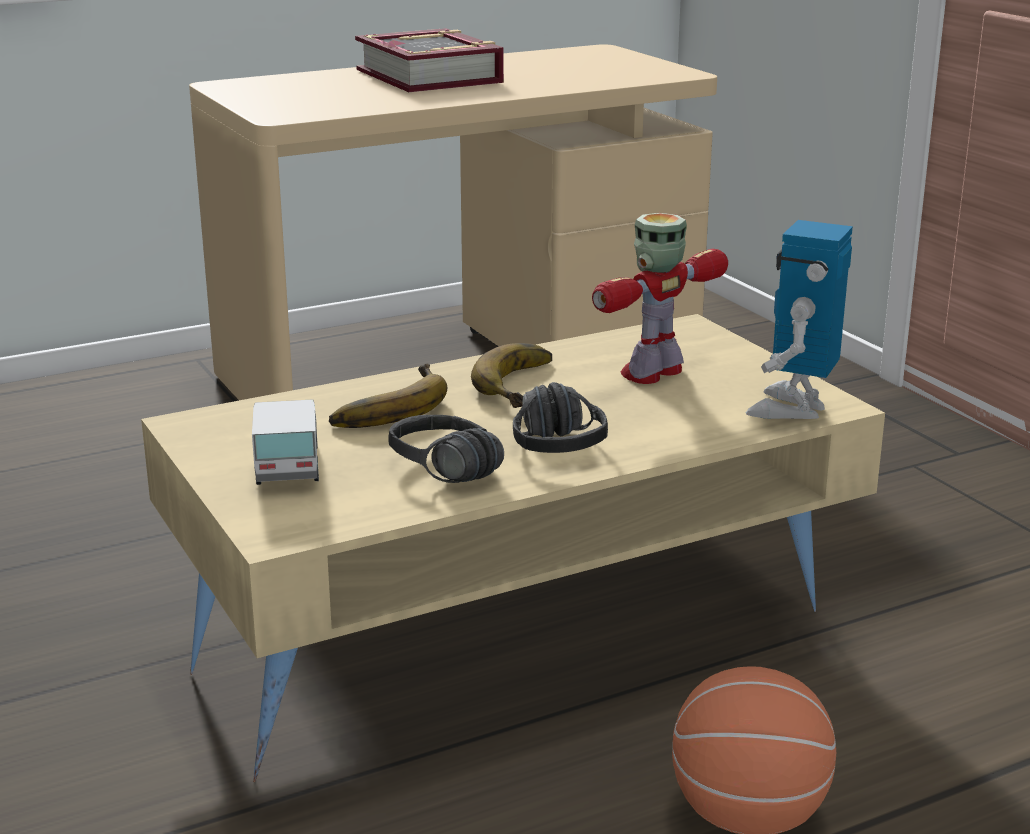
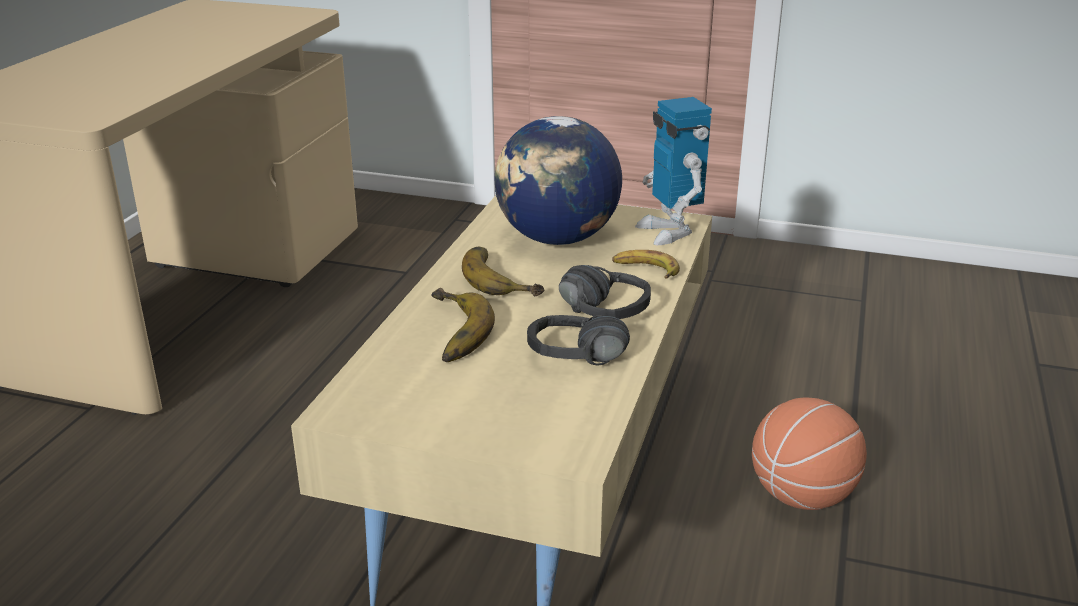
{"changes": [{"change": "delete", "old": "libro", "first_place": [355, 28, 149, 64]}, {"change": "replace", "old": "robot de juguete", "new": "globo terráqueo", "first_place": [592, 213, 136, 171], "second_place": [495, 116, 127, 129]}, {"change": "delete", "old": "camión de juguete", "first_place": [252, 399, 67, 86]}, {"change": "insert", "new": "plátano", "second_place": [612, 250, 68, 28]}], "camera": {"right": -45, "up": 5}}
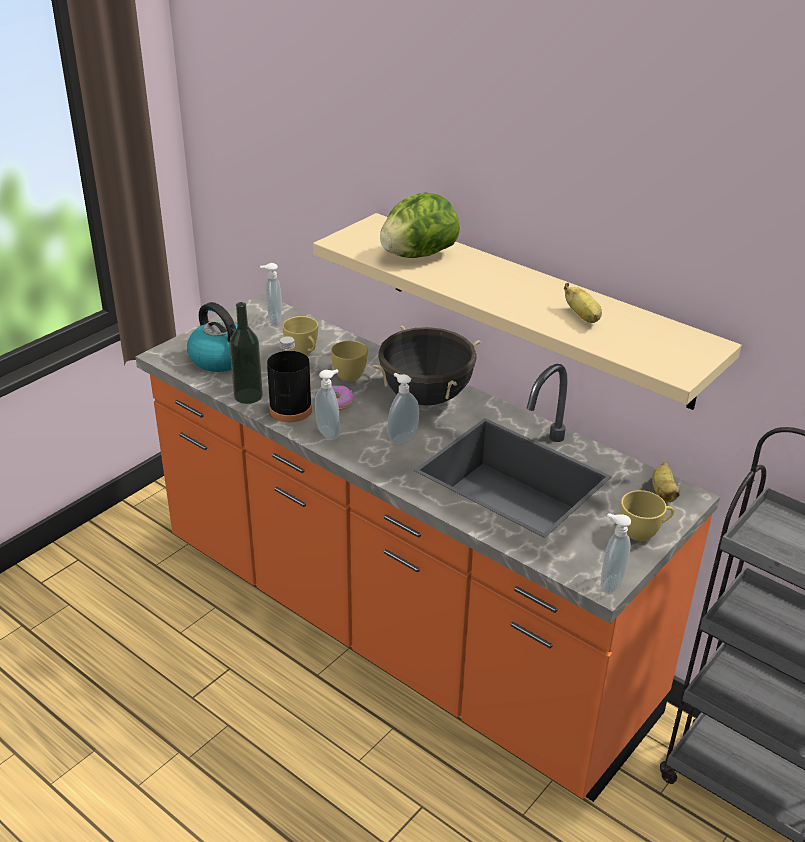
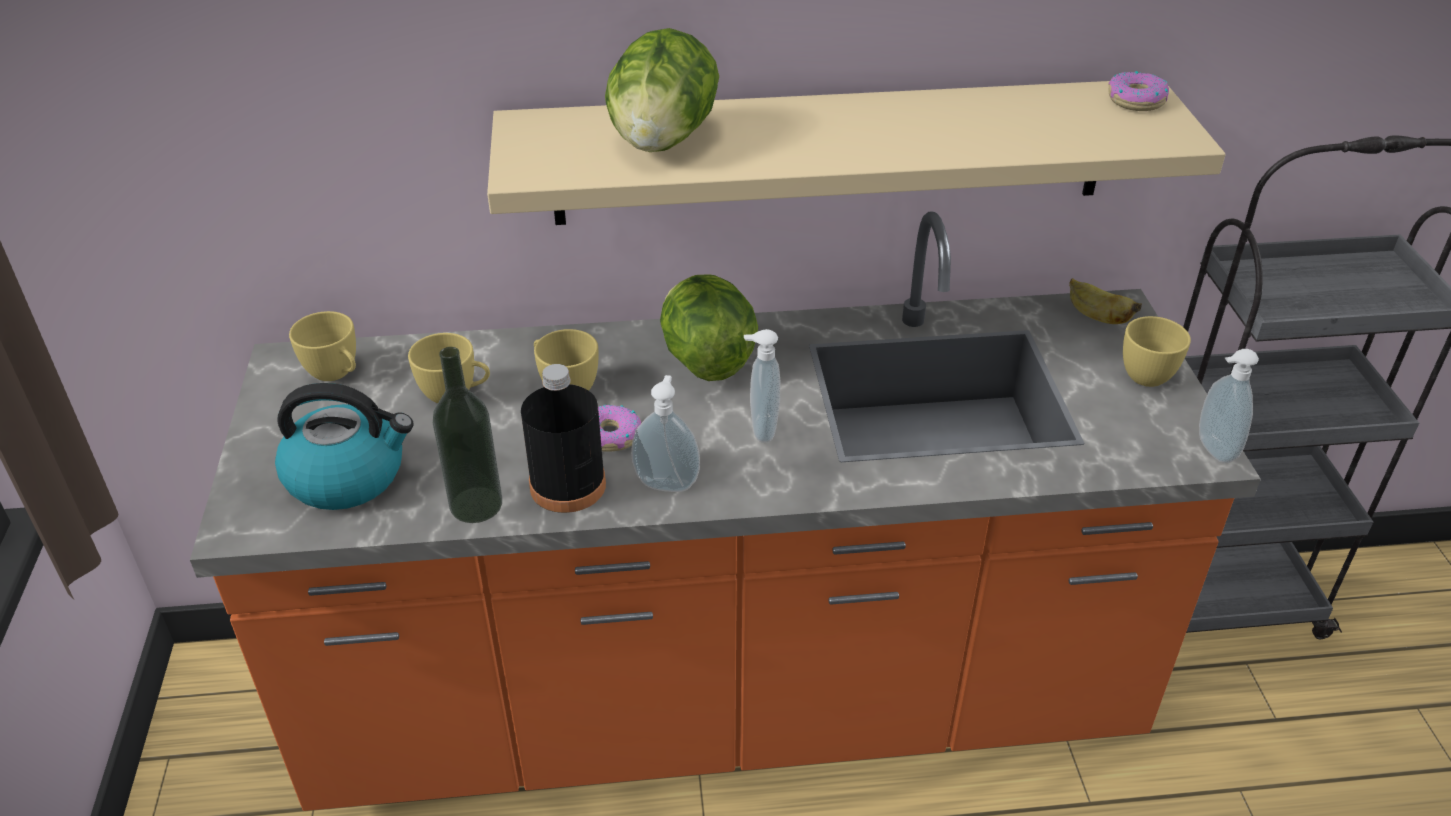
{"changes": [{"change": "replace", "old": "dispensador de jabón", "new": "taza (amarillo)", "first_place": [260, 263, 22, 62], "second_place": [289, 311, 67, 70]}, {"change": "delete", "old": "plátano", "first_place": [564, 283, 38, 40]}, {"change": "replace", "old": "olla (negro)", "new": "lechuga", "first_place": [371, 325, 110, 80], "second_place": [660, 274, 98, 107]}, {"change": "insert", "new": "rosquilla", "second_place": [1108, 71, 61, 40]}], "camera": {"right": -45, "up": 5}}
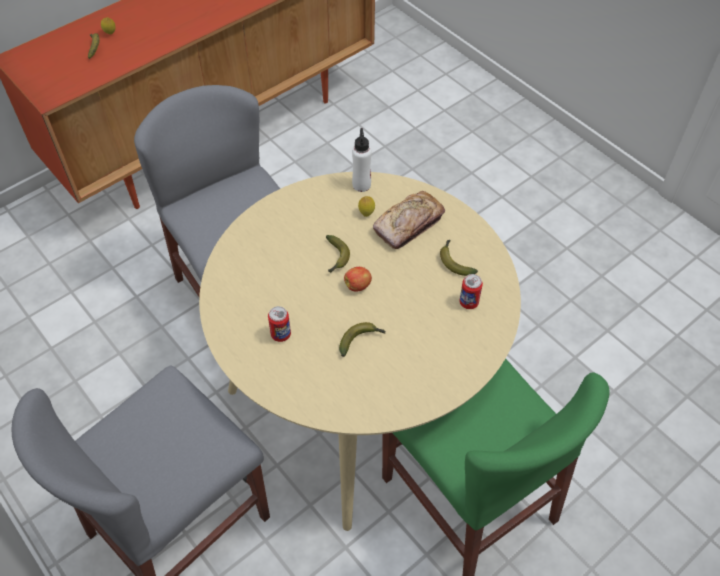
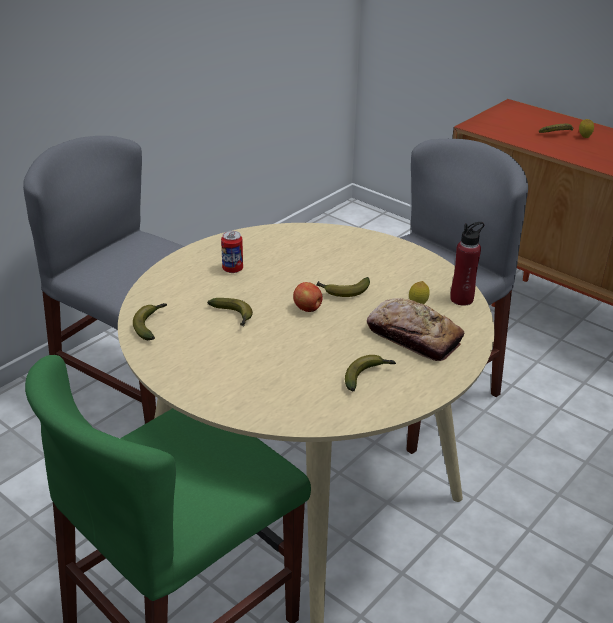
{"changes": [{"change": "recolor", "old": "botella (blanco)", "new": "botella (rojo)", "first_place": [352, 128, 20, 64], "second_place": [450, 222, 34, 84]}, {"change": "delete", "old": "lata", "first_place": [459, 274, 24, 35]}, {"change": "insert", "new": "plátano", "second_place": [133, 303, 34, 37]}], "camera": {"right": 80, "up": -20}}
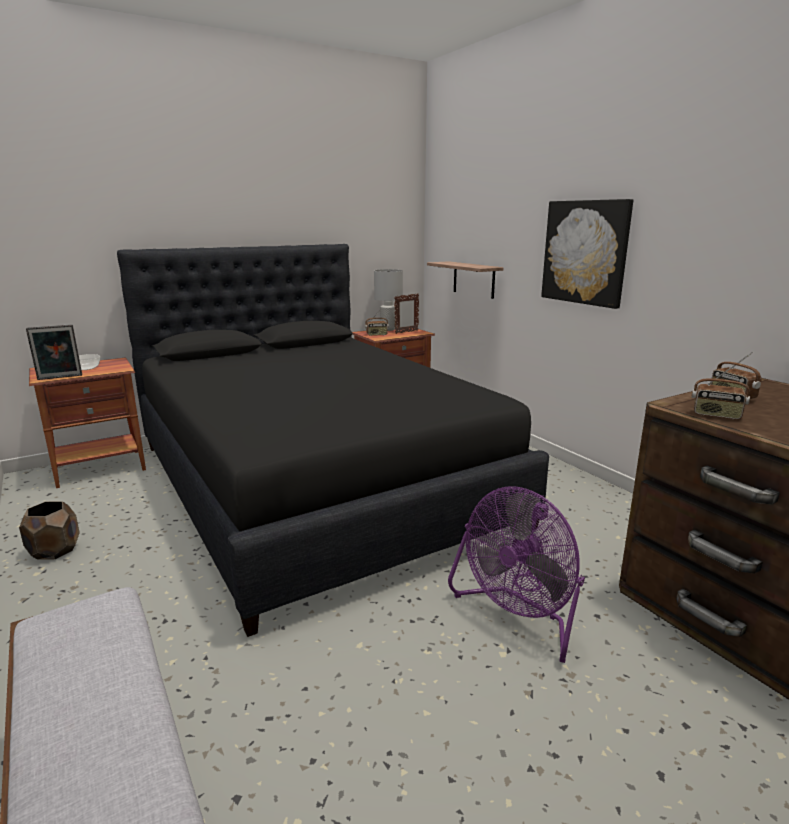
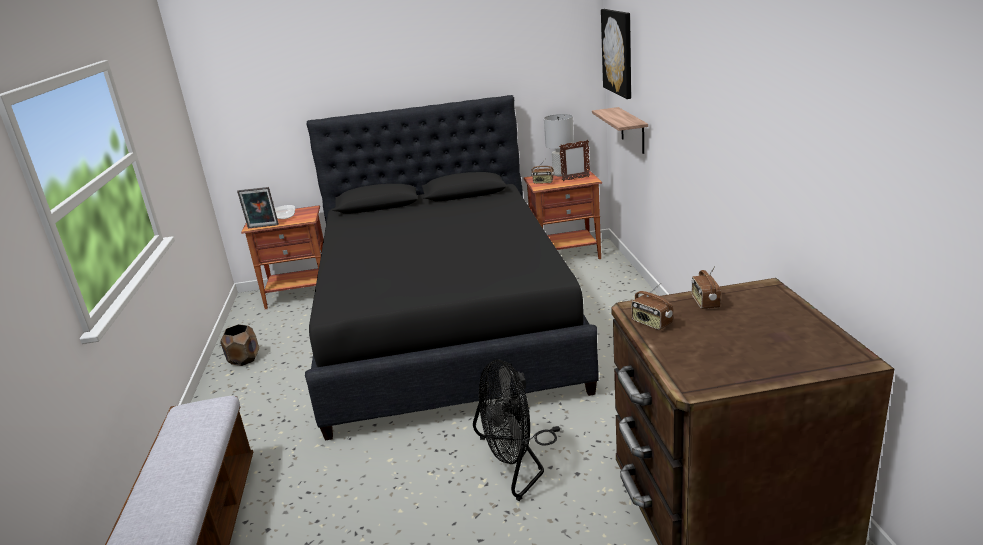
{"changes": [{"change": "move", "old": "cuadro", "first_place": [541, 199, 92, 110], "second_place": [601, 9, 30, 90]}, {"change": "recolor", "old": "ventilador (morado)", "new": "ventilador (negro)", "first_place": [448, 486, 137, 177], "second_place": [473, 359, 87, 142]}], "camera": {"right": 25, "up": 5}}
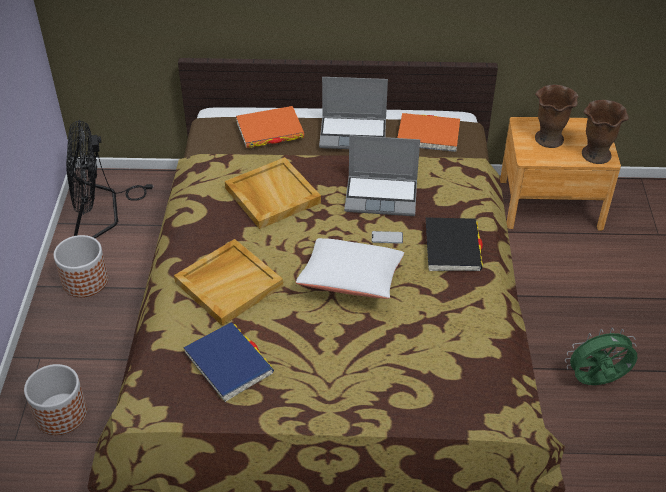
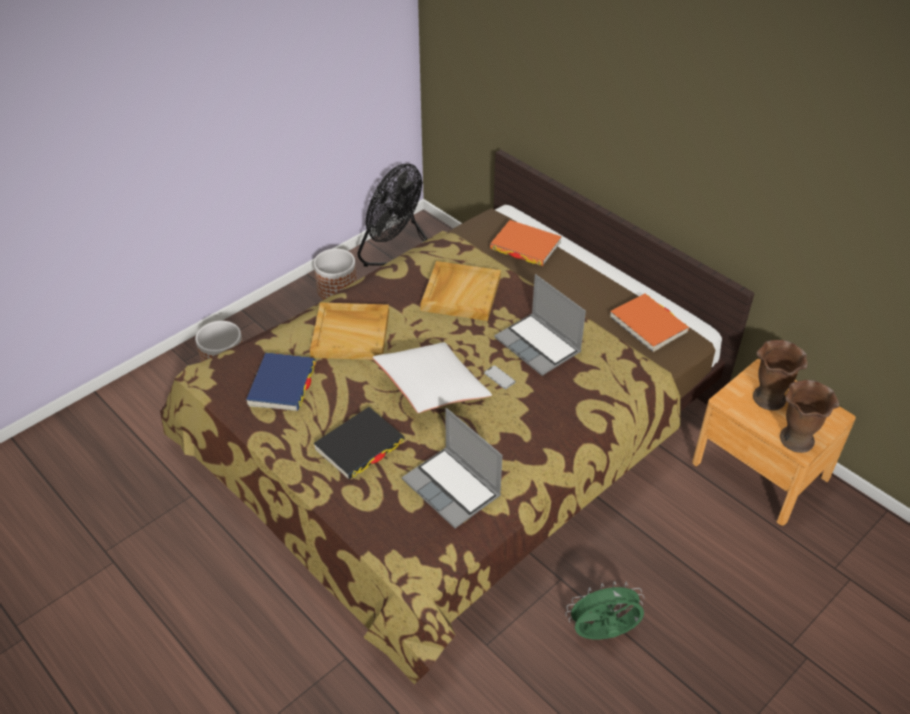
{"changes": [{"change": "move", "old": "portátil", "first_place": [319, 77, 69, 72], "second_place": [402, 408, 101, 121]}, {"change": "move", "old": "libro (negro)", "first_place": [426, 217, 57, 54], "second_place": [314, 407, 91, 72]}, {"change": "rotate", "old": "ventilador (verde)", "first_place": [565, 328, 72, 57], "second_place": [565, 581, 80, 58], "degrees": -45}], "camera": {"right": 45, "up": 0}}
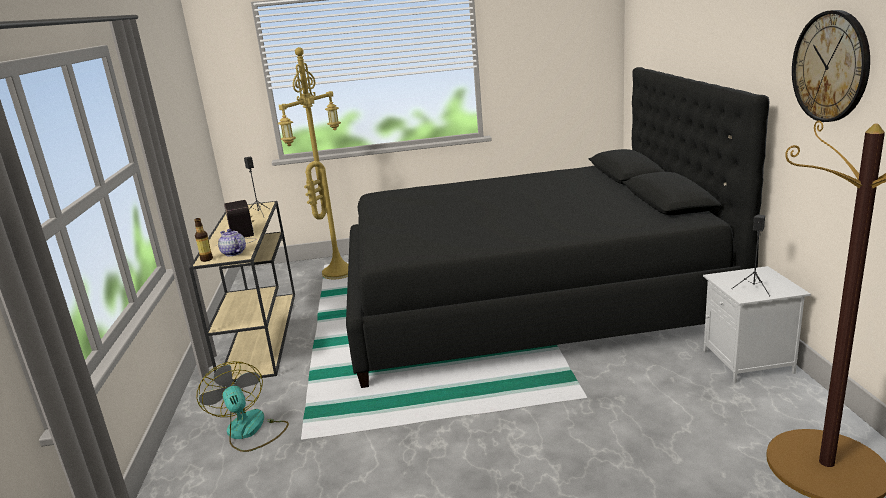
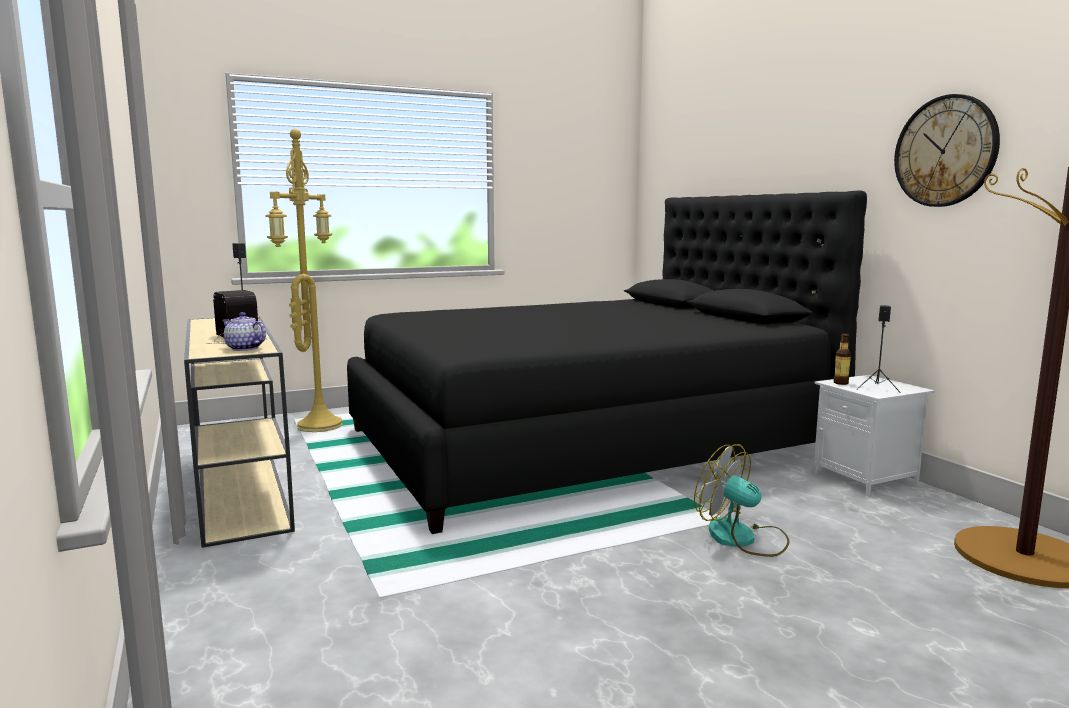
{"changes": [{"change": "move", "old": "botella", "first_place": [194, 218, 19, 44], "second_place": [834, 333, 17, 52]}, {"change": "move", "old": "ventilador", "first_place": [197, 361, 92, 91], "second_place": [694, 444, 95, 113]}], "camera": {"right": -20, "up": -10}}
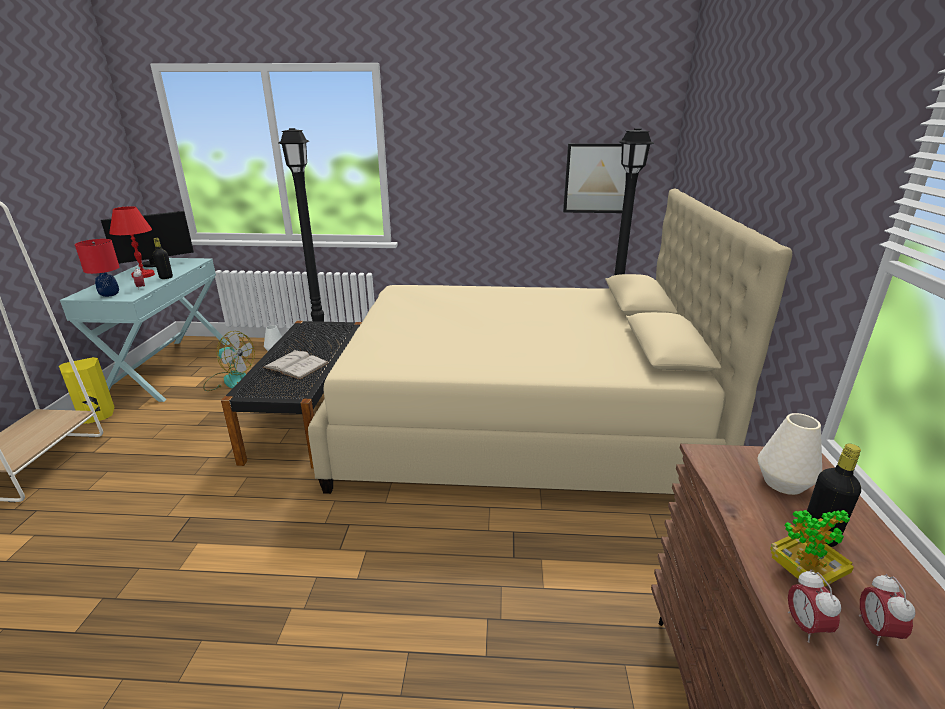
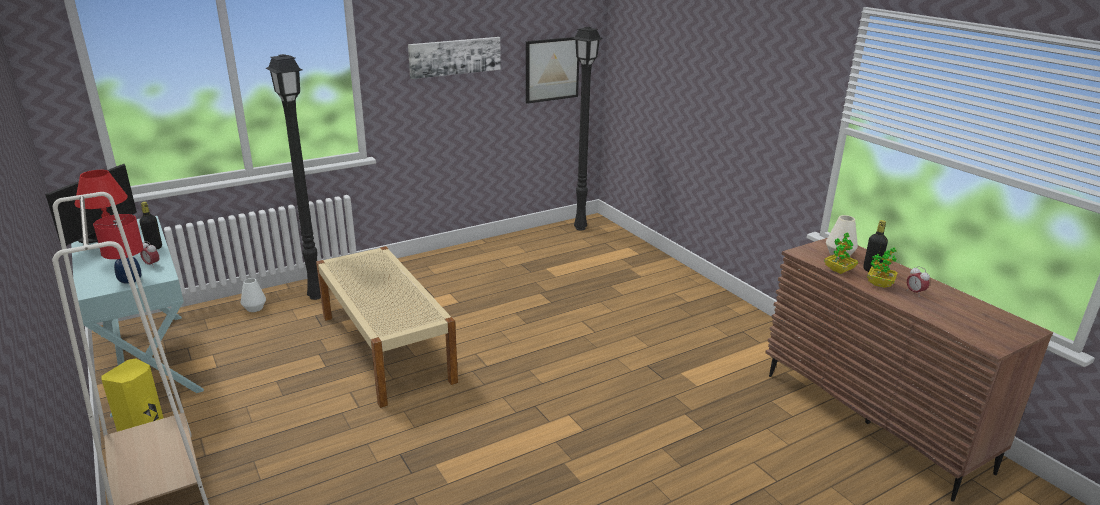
{"changes": [{"change": "delete", "old": "cama (beis)", "first_place": [308, 189, 484, 305]}, {"change": "recolor", "old": "banco (negro)", "new": "banco (beis)", "first_place": [221, 321, 141, 148], "second_place": [316, 246, 142, 162]}, {"change": "delete", "old": "ventilador", "first_place": [203, 331, 52, 60]}, {"change": "delete", "old": "libro (blanco)", "first_place": [263, 350, 66, 30]}, {"change": "delete", "old": "despertador", "first_place": [788, 570, 54, 73]}, {"change": "insert", "new": "cuadro", "second_place": [408, 37, 93, 42]}, {"change": "insert", "new": "planta en maceta", "second_place": [824, 233, 34, 41]}], "camera": {"right": -35, "up": 0}}
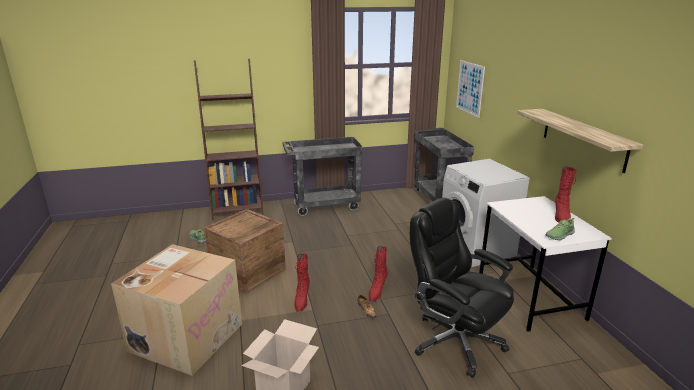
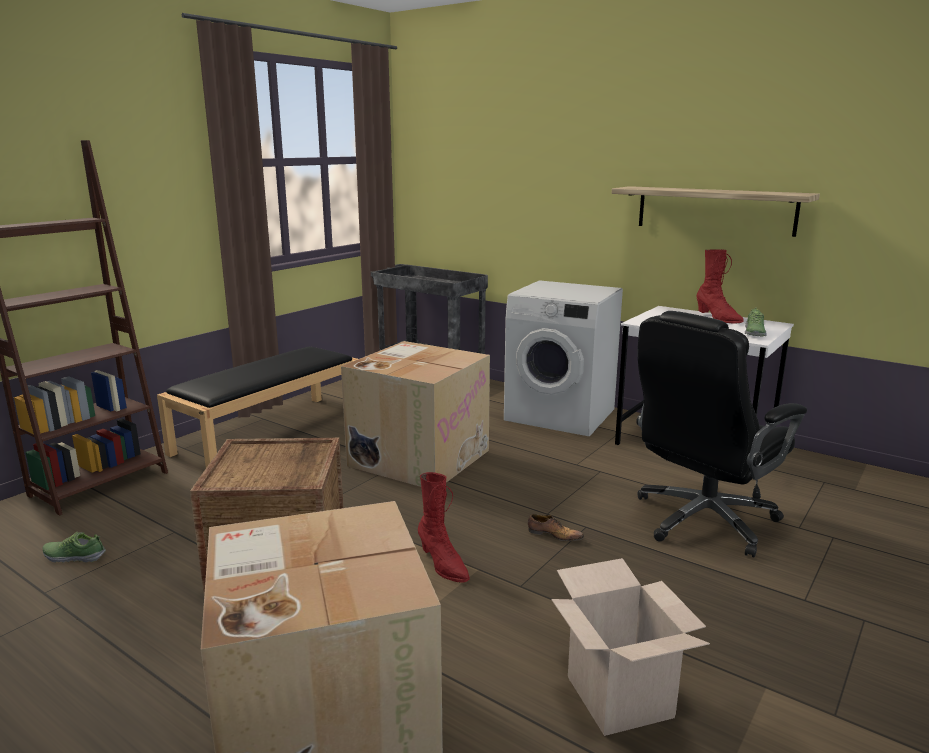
{"changes": [{"change": "delete", "old": "cuadro", "first_place": [456, 60, 29, 58]}, {"change": "replace", "old": "carrito (gris)", "new": "banco (negro)", "first_place": [283, 137, 79, 79], "second_place": [157, 347, 201, 121]}, {"change": "rotate", "old": "silla de oficina (negro)", "first_place": [410, 198, 104, 180], "second_place": [636, 311, 171, 247], "degrees": -45}, {"change": "delete", "old": "bota (rojo)", "first_place": [369, 246, 19, 55]}, {"change": "insert", "new": "caja de cartón", "second_place": [341, 341, 149, 146]}], "camera": {"right": -40, "up": -5}}
